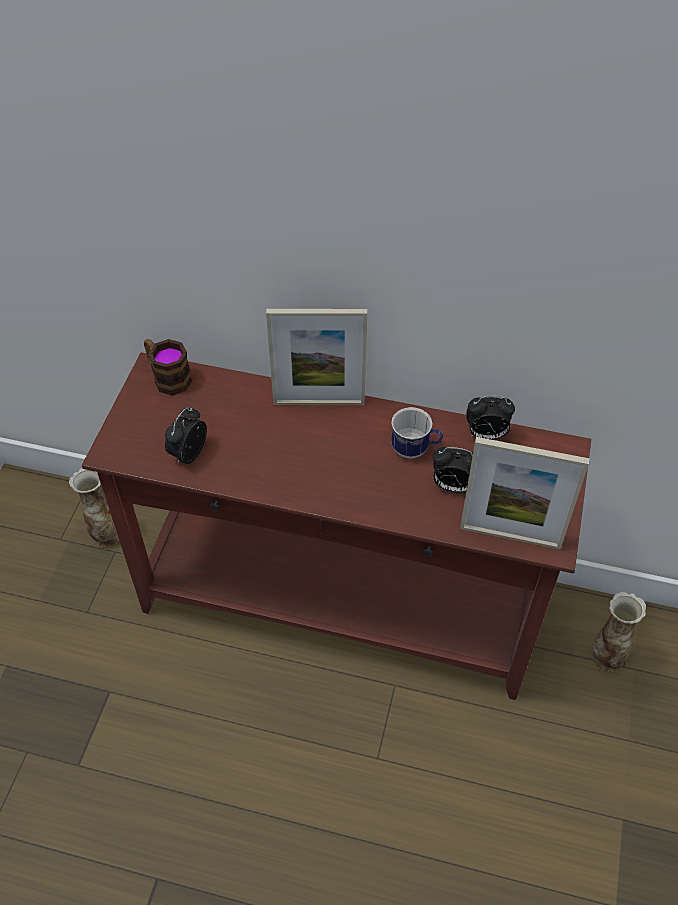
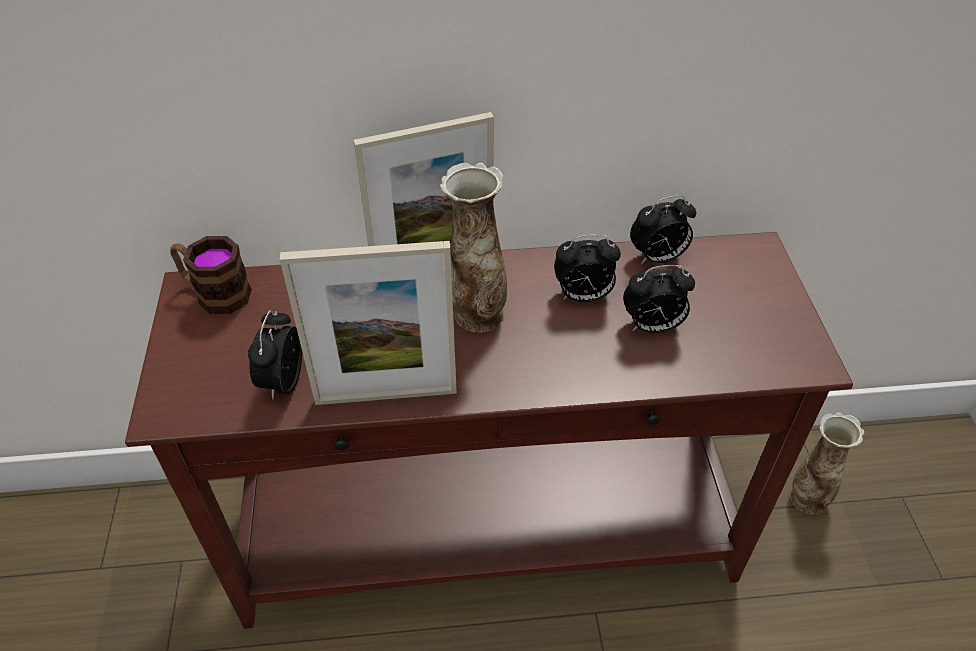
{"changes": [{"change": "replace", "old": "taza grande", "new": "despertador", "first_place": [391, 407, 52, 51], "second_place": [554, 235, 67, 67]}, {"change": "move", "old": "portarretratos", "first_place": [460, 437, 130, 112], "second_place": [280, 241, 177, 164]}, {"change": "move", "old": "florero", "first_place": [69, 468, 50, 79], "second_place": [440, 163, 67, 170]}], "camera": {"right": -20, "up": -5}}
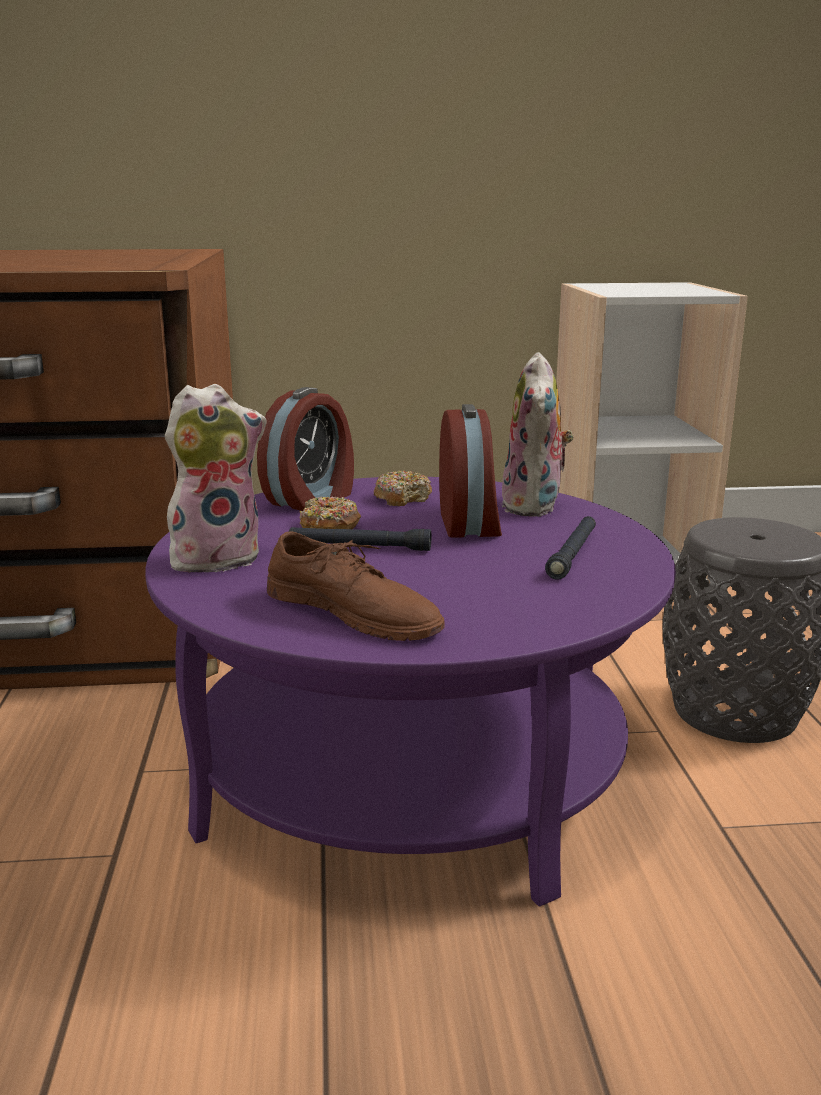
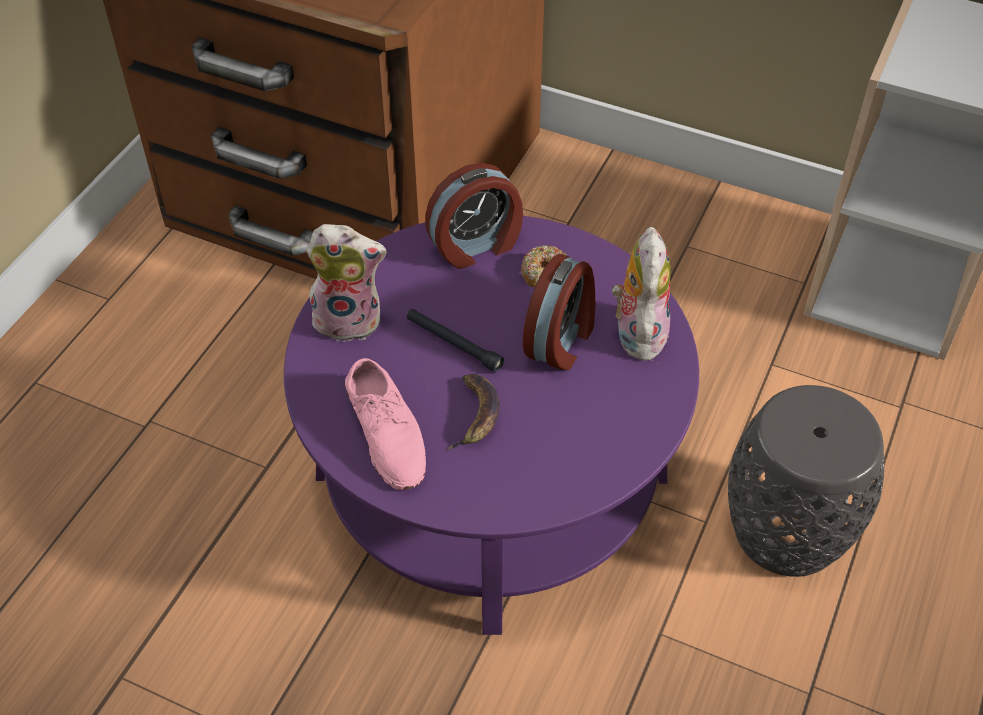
{"changes": [{"change": "rotate", "old": "peluche", "first_place": [501, 352, 73, 165], "second_place": [612, 227, 59, 134], "degrees": 150}, {"change": "delete", "old": "rosquilla", "first_place": [300, 496, 61, 33]}, {"change": "delete", "old": "linterna (negro)", "first_place": [545, 516, 51, 64]}, {"change": "recolor", "old": "zapato (marrón)", "new": "zapato (rosa)", "first_place": [267, 531, 177, 110], "second_place": [345, 358, 81, 132]}, {"change": "insert", "new": "plátano", "second_place": [447, 374, 53, 76]}], "camera": {"right": 30, "up": 30}}
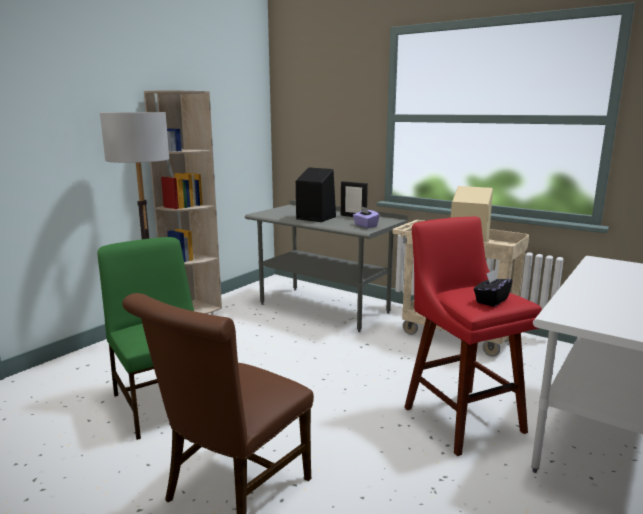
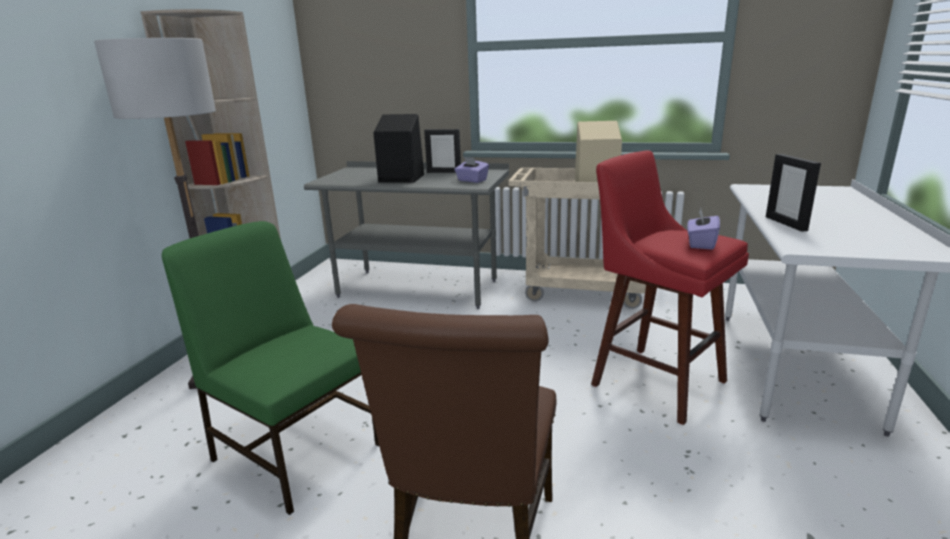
{"changes": [{"change": "recolor", "old": "caja de pañuelos (negro)", "new": "caja de pañuelos (morado)", "first_place": [474, 270, 39, 37], "second_place": [687, 209, 33, 41]}, {"change": "insert", "new": "portarretratos", "second_place": [766, 154, 55, 78]}], "camera": {"right": -20, "up": 5}}
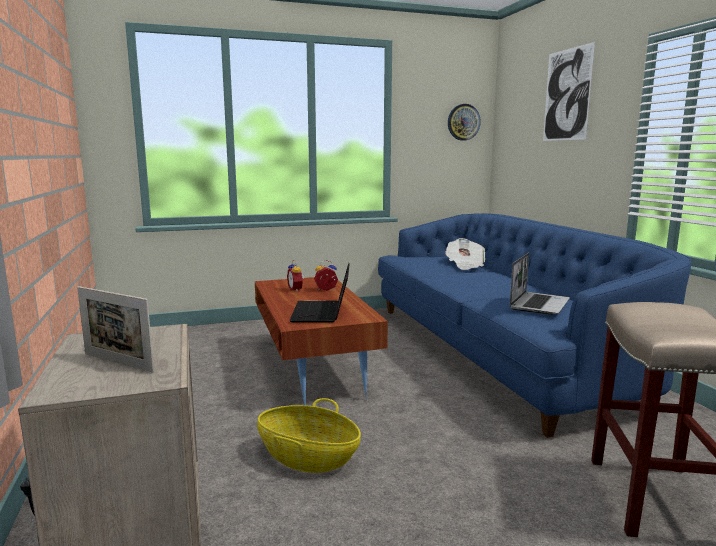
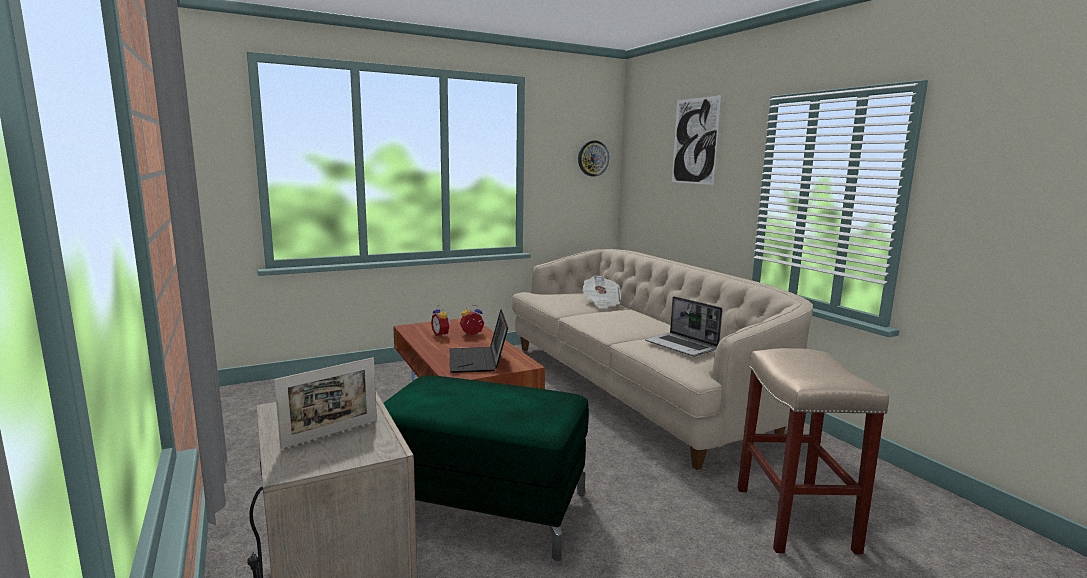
{"changes": [{"change": "recolor", "old": "sofá (azul)", "new": "sofá (beis)", "first_place": [378, 213, 314, 225], "second_place": [512, 249, 301, 221]}, {"change": "rotate", "old": "portátil", "first_place": [510, 253, 60, 62], "second_place": [645, 296, 78, 60], "degrees": 120}, {"change": "rotate", "old": "portarretratos", "first_place": [77, 286, 77, 87], "second_place": [274, 357, 103, 92], "degrees": -60}, {"change": "replace", "old": "cesta", "new": "puf (verde)", "first_place": [257, 398, 104, 75], "second_place": [384, 375, 205, 186]}], "camera": {"right": -10, "up": 0}}
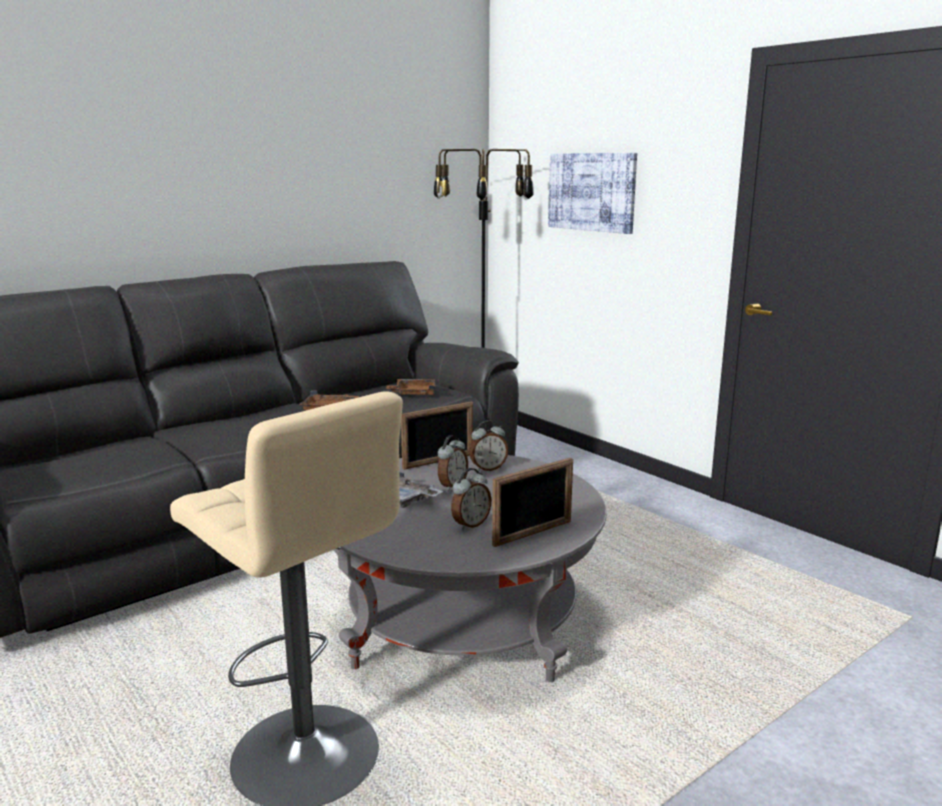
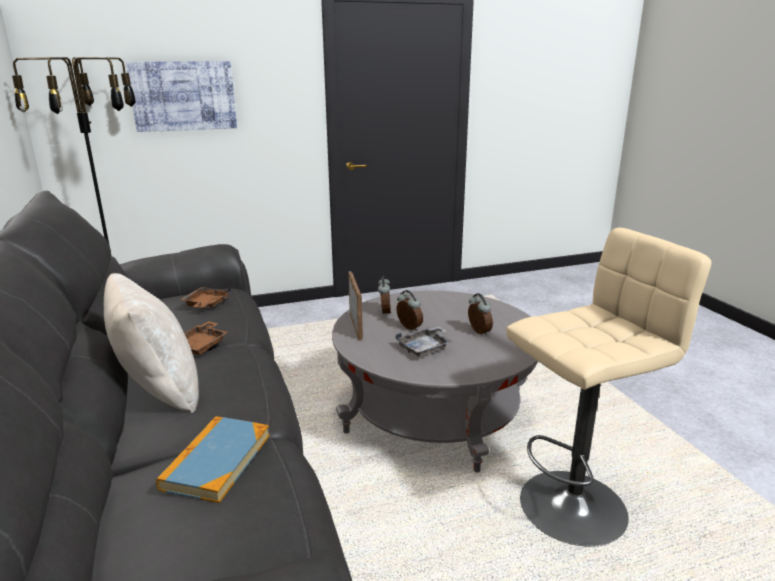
{"changes": [{"change": "delete", "old": "portarretratos", "first_place": [492, 458, 81, 89]}, {"change": "insert", "new": "cojín (beis)", "second_place": [104, 273, 95, 140]}, {"change": "insert", "new": "libro", "second_place": [156, 416, 114, 87]}], "camera": {"right": -70, "up": 5}}
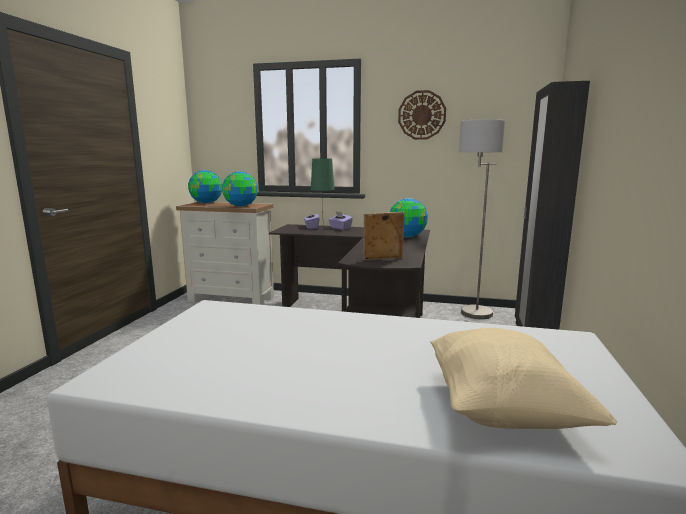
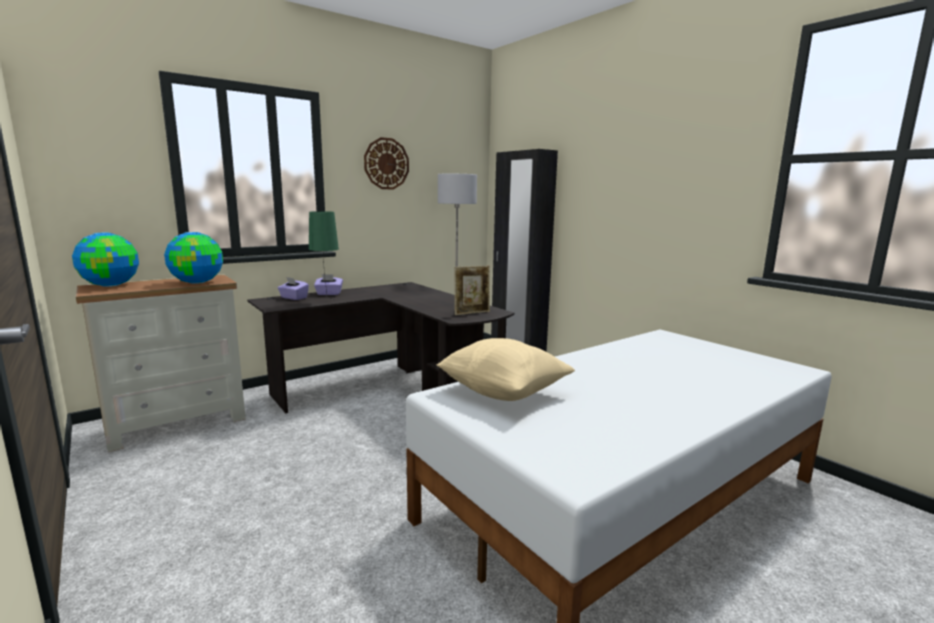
{"changes": [{"change": "delete", "old": "globo terráqueo", "first_place": [390, 198, 38, 40]}, {"change": "rotate", "old": "portarretratos", "first_place": [363, 212, 41, 48], "second_place": [454, 266, 36, 49], "degrees": -150}, {"change": "move", "old": "cojín (beis)", "first_place": [430, 328, 187, 101], "second_place": [437, 338, 138, 63]}], "camera": {"right": -50, "up": 0}}
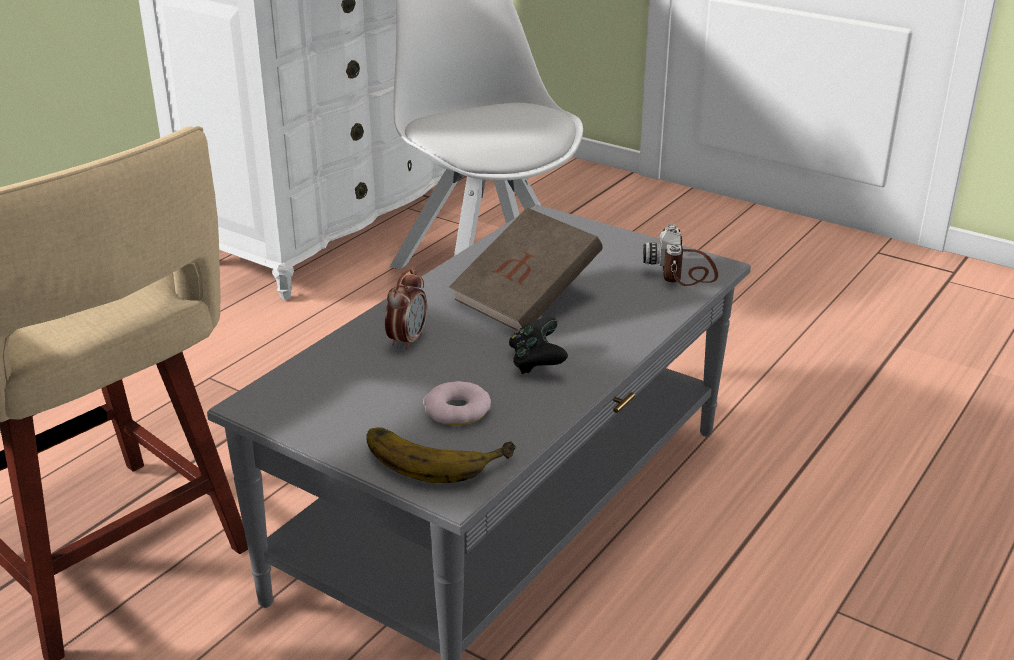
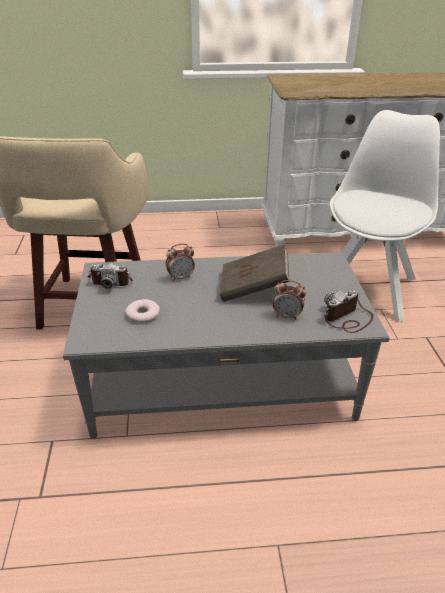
{"changes": [{"change": "delete", "old": "mando de consola (negro)", "first_place": [509, 317, 59, 57]}, {"change": "delete", "old": "plátano", "first_place": [367, 427, 149, 56]}, {"change": "insert", "new": "cámara", "second_place": [87, 263, 46, 26]}, {"change": "insert", "new": "despertador", "second_place": [273, 280, 33, 40]}], "camera": {"right": 50, "up": 5}}
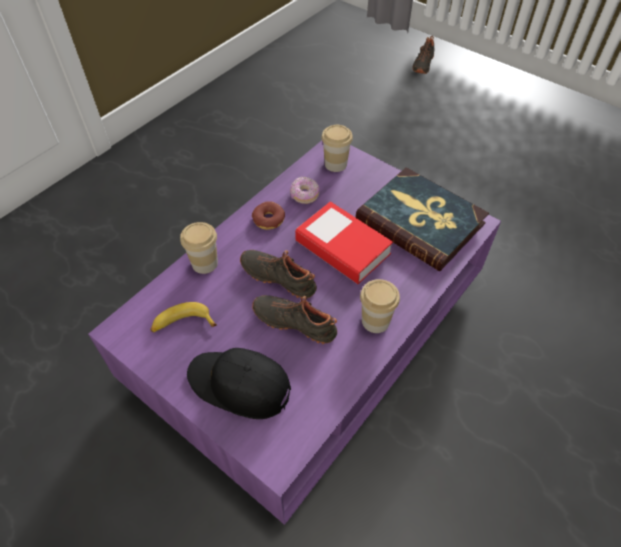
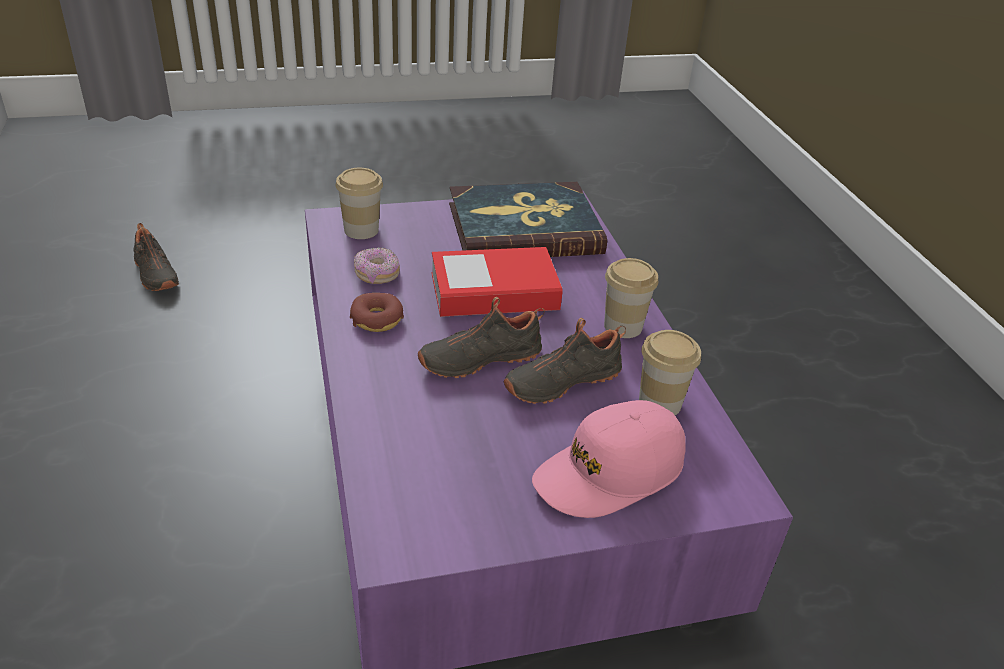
{"changes": [{"change": "move", "old": "zapato (negro)", "first_place": [412, 36, 23, 38], "second_place": [134, 223, 45, 68]}, {"change": "move", "old": "taza", "first_place": [180, 222, 38, 52], "second_place": [639, 330, 62, 85]}, {"change": "delete", "old": "plátano", "first_place": [150, 302, 67, 30]}, {"change": "recolor", "old": "gorra (negro)", "new": "gorra (rosa)", "first_place": [187, 348, 104, 71], "second_place": [532, 400, 154, 118]}], "camera": {"right": -55, "up": -15}}
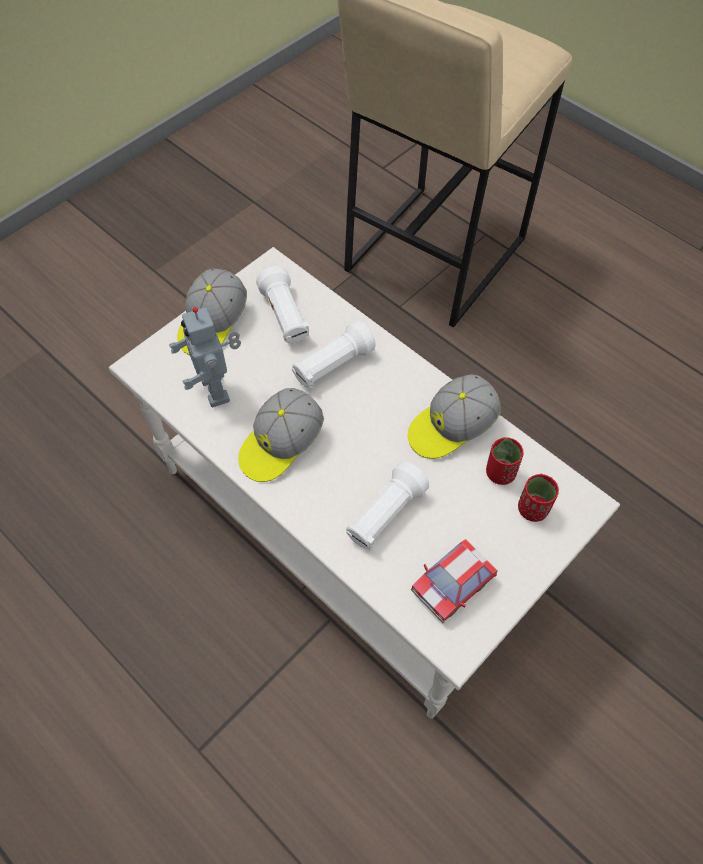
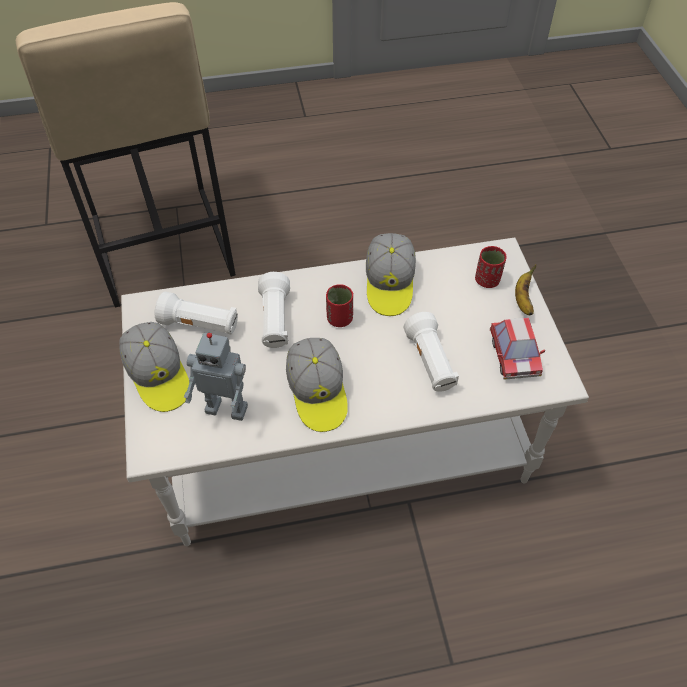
{"changes": [{"change": "move", "old": "taza (rojo)", "first_place": [486, 437, 38, 48], "second_place": [326, 284, 27, 43]}, {"change": "insert", "new": "plátano", "second_place": [515, 264, 21, 51]}], "camera": {"right": -55, "up": -5}}
